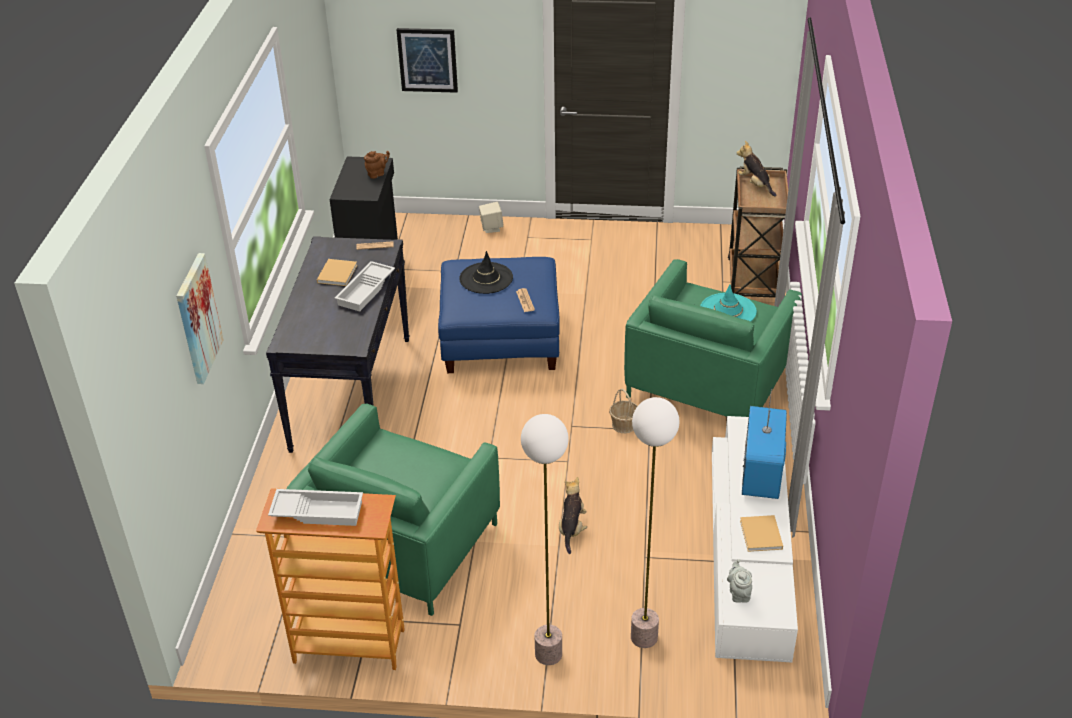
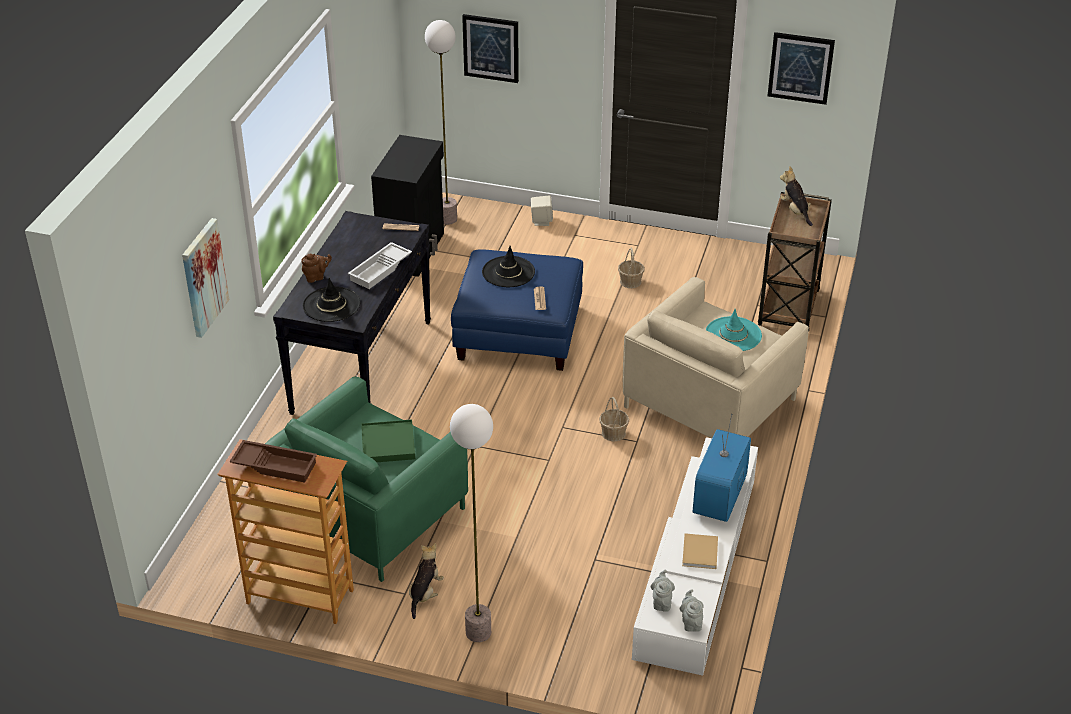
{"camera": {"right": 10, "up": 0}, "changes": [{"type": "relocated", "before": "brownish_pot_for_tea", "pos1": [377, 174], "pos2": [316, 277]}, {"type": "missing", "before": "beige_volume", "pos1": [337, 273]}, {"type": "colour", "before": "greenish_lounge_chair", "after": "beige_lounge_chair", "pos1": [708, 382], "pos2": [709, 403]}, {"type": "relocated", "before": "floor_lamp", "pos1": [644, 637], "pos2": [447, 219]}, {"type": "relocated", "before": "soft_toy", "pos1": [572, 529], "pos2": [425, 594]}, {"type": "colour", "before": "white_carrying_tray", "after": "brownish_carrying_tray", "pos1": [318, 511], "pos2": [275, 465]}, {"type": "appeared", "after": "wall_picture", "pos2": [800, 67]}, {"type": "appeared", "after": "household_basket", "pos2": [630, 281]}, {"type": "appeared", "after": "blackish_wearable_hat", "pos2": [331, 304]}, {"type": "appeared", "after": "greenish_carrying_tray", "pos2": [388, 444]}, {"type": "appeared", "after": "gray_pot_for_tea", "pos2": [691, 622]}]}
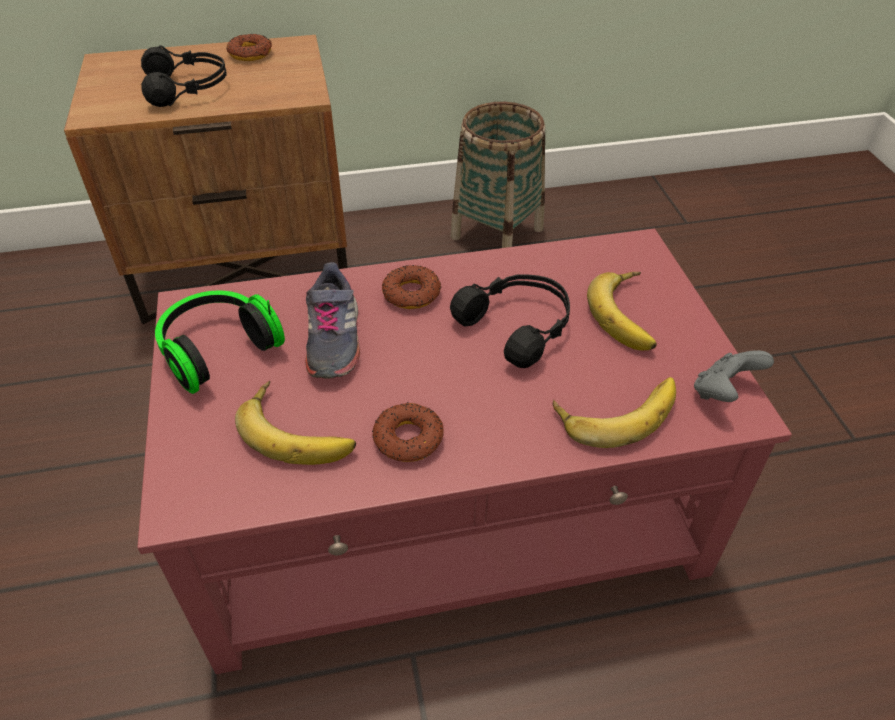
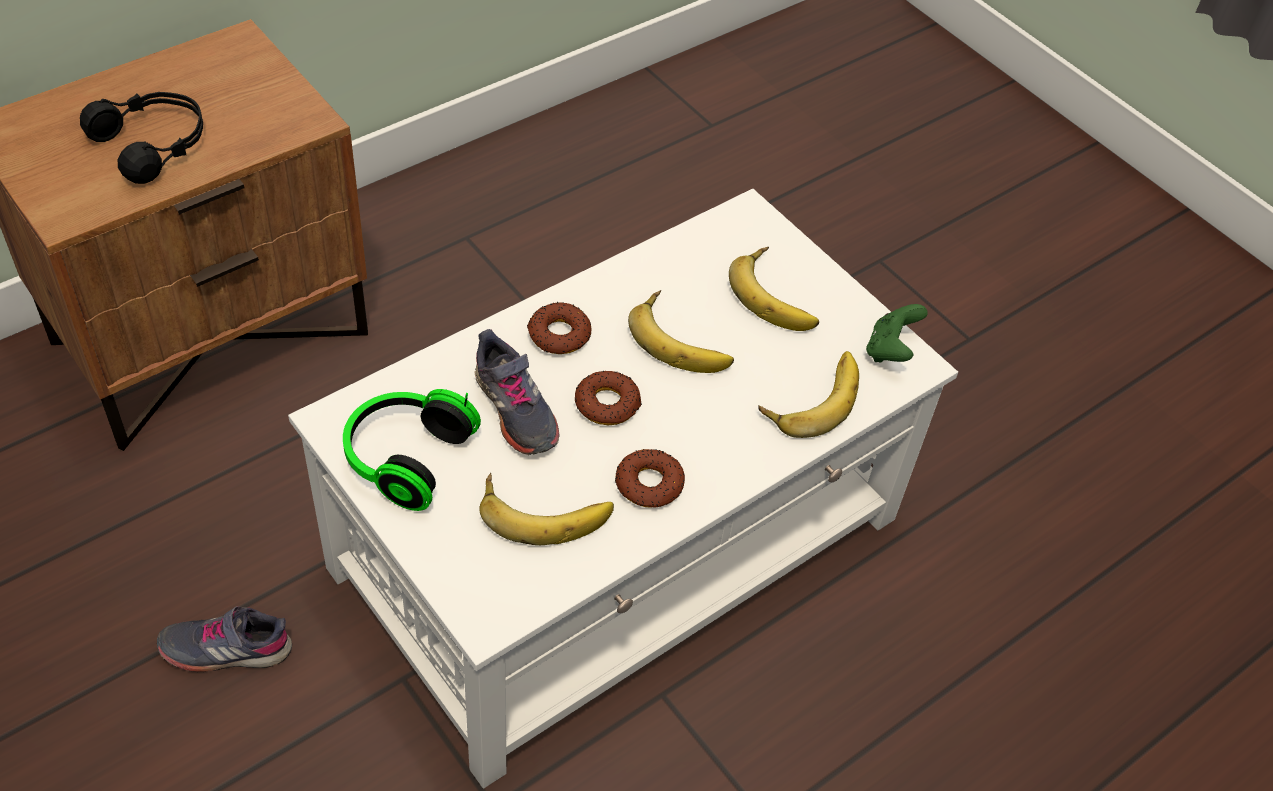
{"camera": {"right": -30, "up": 5}, "changes": [{"type": "relocated", "before": "ring_doughnut", "pos1": [250, 53], "pos2": [607, 403]}, {"type": "missing", "before": "household_basket", "pos1": [497, 233]}, {"type": "colour", "before": "reddish_lounge_table", "after": "white_lounge_table", "pos1": [449, 507], "pos2": [621, 543]}, {"type": "exchanged", "before": "blackish_pair_of_headphones", "after": "banana_fruit", "pos1": [518, 326], "pos2": [682, 339]}, {"type": "colour", "before": "gray_game_controller", "after": "greenish_game_controller", "pos1": [723, 392], "pos2": [890, 350]}, {"type": "appeared", "after": "gray_low_shoe", "pos2": [226, 648]}]}
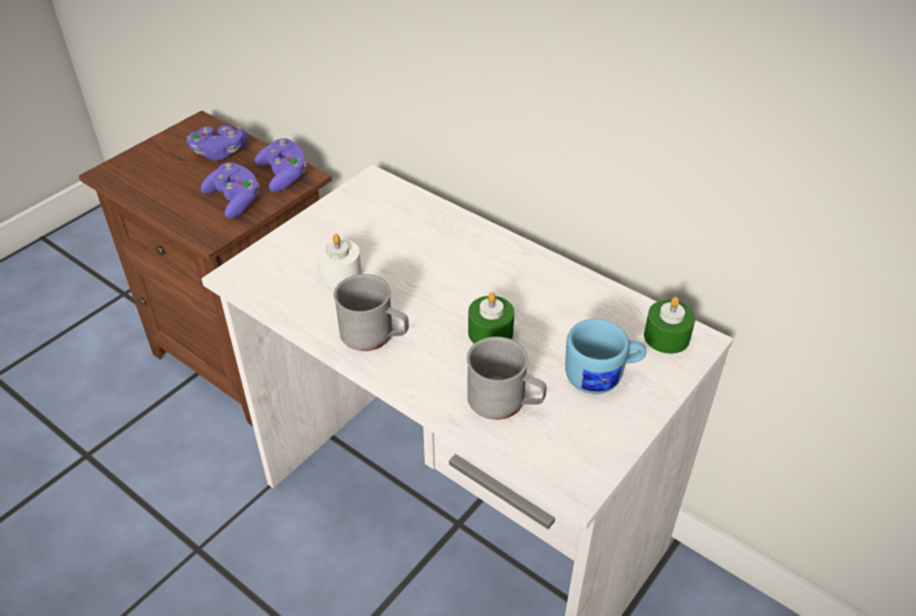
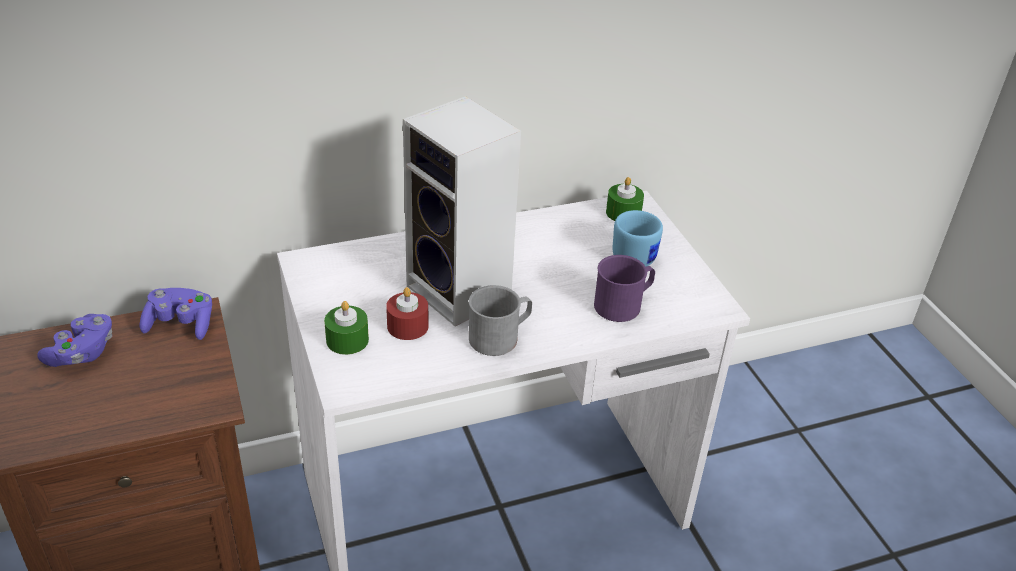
{"camera": {"right": -60, "up": -5}, "changes": [{"type": "missing", "before": "purple_game_controller", "pos1": [235, 200]}, {"type": "colour", "before": "white_candle", "after": "reddish_candle", "pos1": [340, 273], "pos2": [407, 326]}, {"type": "relocated", "before": "greenish_candle", "pos1": [490, 332], "pos2": [347, 340]}, {"type": "colour", "before": "gray_mug", "after": "purple_mug", "pos1": [505, 401], "pos2": [623, 304]}, {"type": "appeared", "after": "loudspeaker", "pos2": [463, 293]}]}
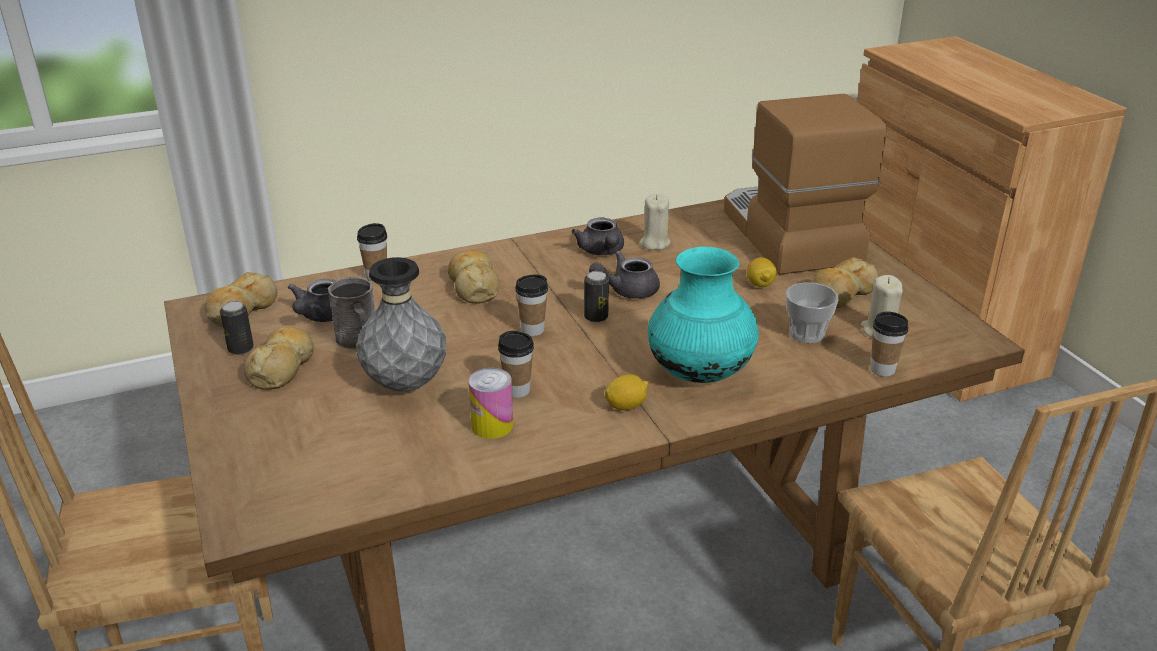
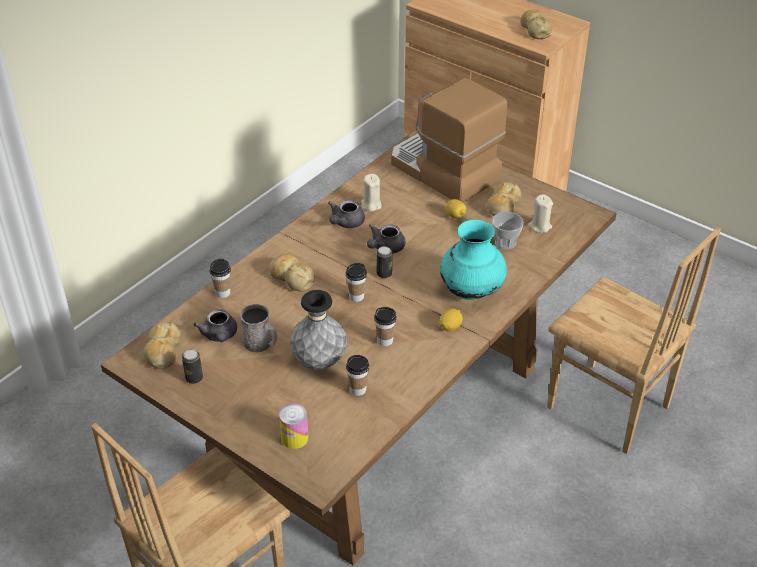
{"camera": {"right": -30, "up": 10}, "changes": [{"type": "spun", "before": "gray_pot_for_tea", "pos1": [602, 252], "pos2": [345, 223], "turn": 75}, {"type": "relocated", "before": "drinking_cup", "pos1": [882, 369], "pos2": [358, 389]}, {"type": "relocated", "before": "baked_bread", "pos1": [282, 367], "pos2": [535, 29]}, {"type": "relocated", "before": "can", "pos1": [492, 425], "pos2": [294, 438]}]}
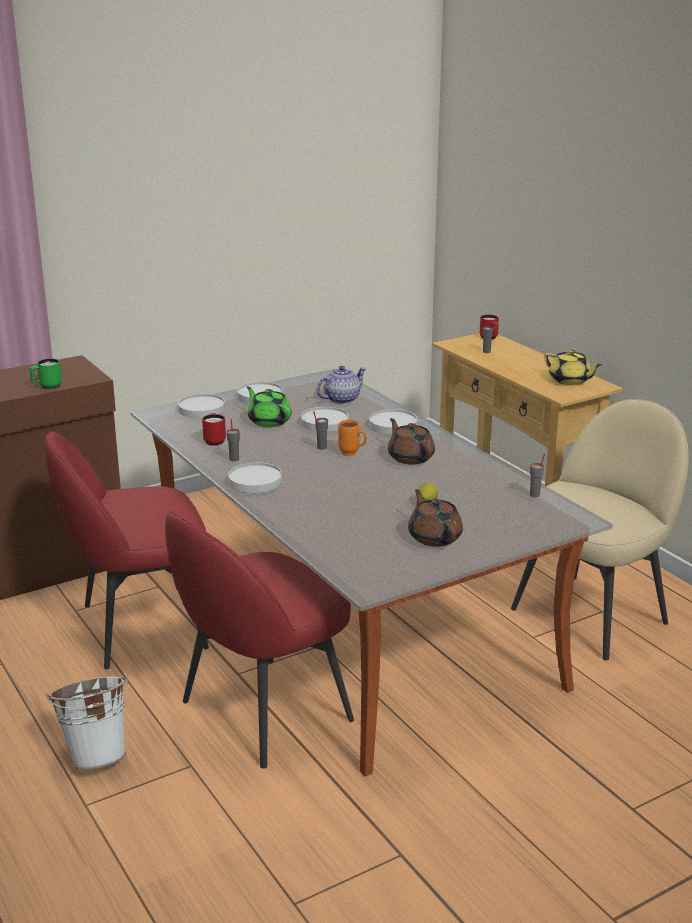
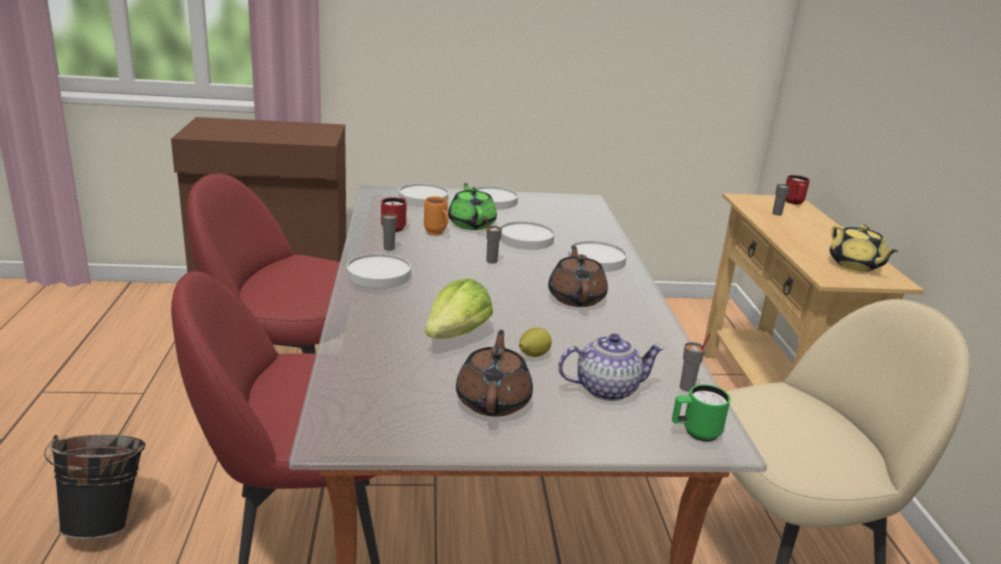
{"camera": {"right": 25, "up": 0}, "changes": [{"type": "relocated", "before": "greenish_mug", "pos1": [47, 387], "pos2": [695, 433]}, {"type": "relocated", "before": "pot_for_tea", "pos1": [341, 399], "pos2": [605, 389]}, {"type": "relocated", "before": "orange-coloured_mug", "pos1": [352, 453], "pos2": [437, 234]}, {"type": "colour", "before": "white_bucket", "after": "blackish_bucket", "pos1": [96, 755], "pos2": [107, 521]}, {"type": "appeared", "after": "head_of_lettuce", "pos2": [457, 335]}]}
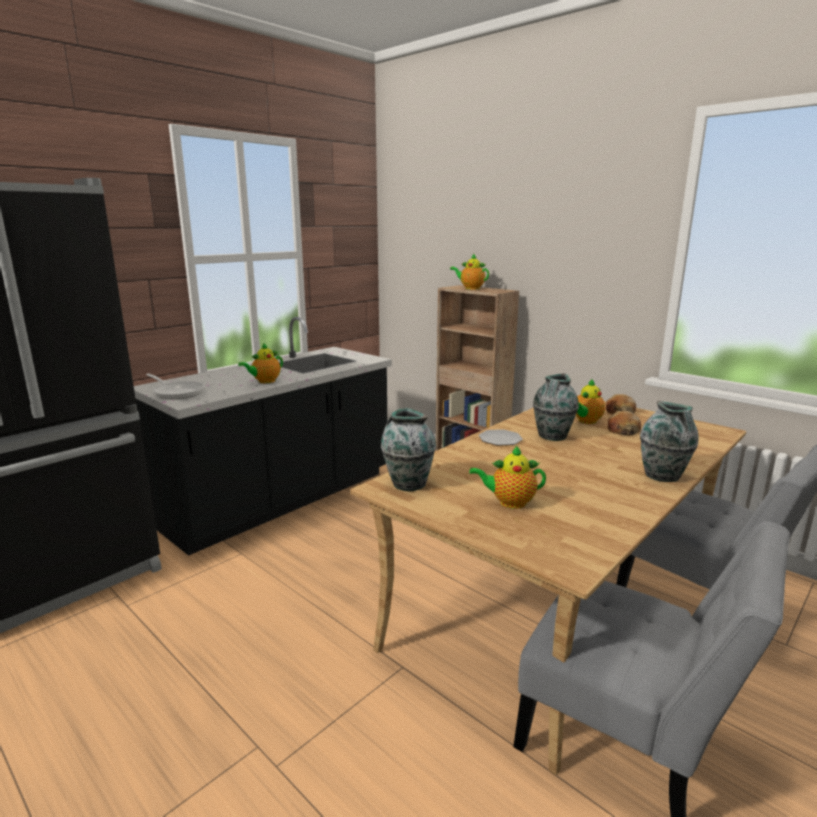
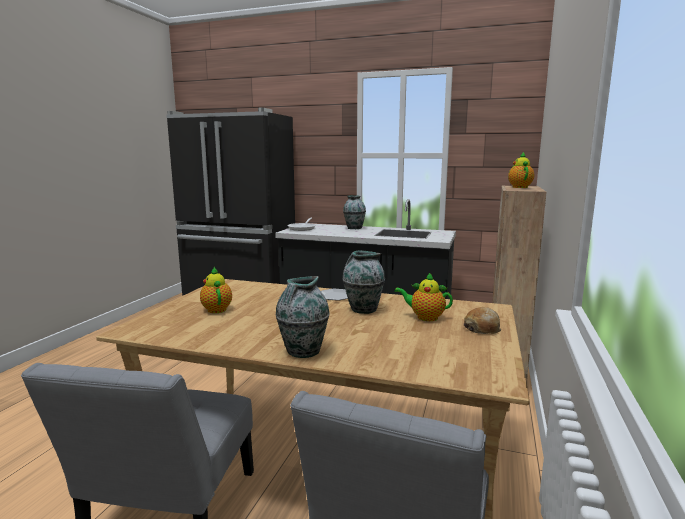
{"camera": {"right": 65, "up": -5}, "changes": [{"type": "missing", "before": "pot_for_tea", "pos1": [265, 381]}, {"type": "relocated", "before": "decorative_vase", "pos1": [408, 484], "pos2": [354, 228]}, {"type": "missing", "before": "baked_bread", "pos1": [622, 430]}]}
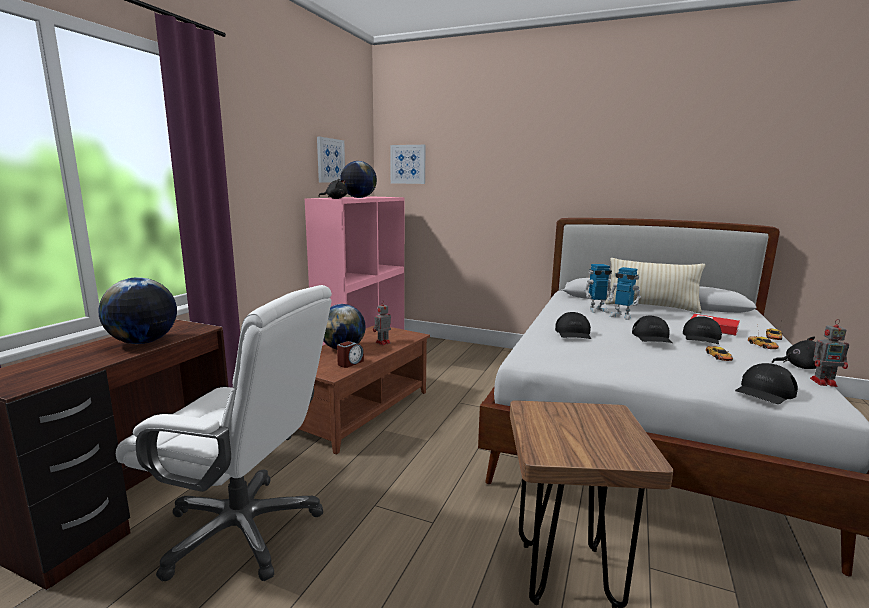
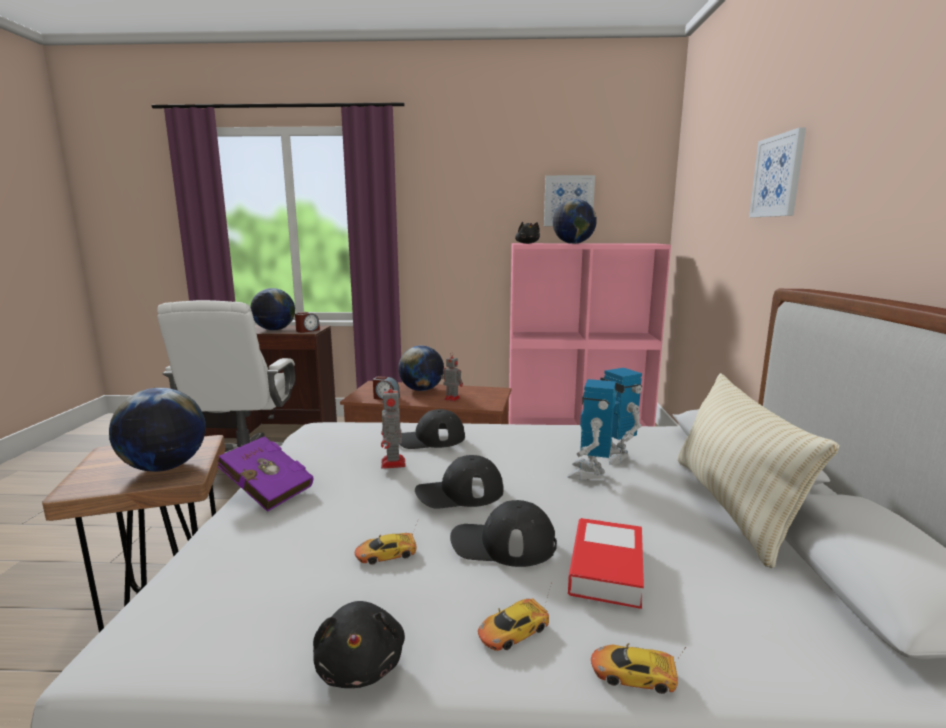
{"camera": {"right": 70, "up": 0}, "changes": [{"type": "relocated", "before": "wall_picture", "pos1": [408, 164], "pos2": [778, 176]}, {"type": "relocated", "before": "robot_figure", "pos1": [824, 382], "pos2": [393, 464]}, {"type": "missing", "before": "blackish_peaked_cap", "pos1": [764, 392]}, {"type": "appeared", "after": "bedside_clock", "pos2": [307, 330]}, {"type": "appeared", "after": "world_globe", "pos2": [164, 467]}, {"type": "appeared", "after": "purple_volume", "pos2": [266, 490]}]}
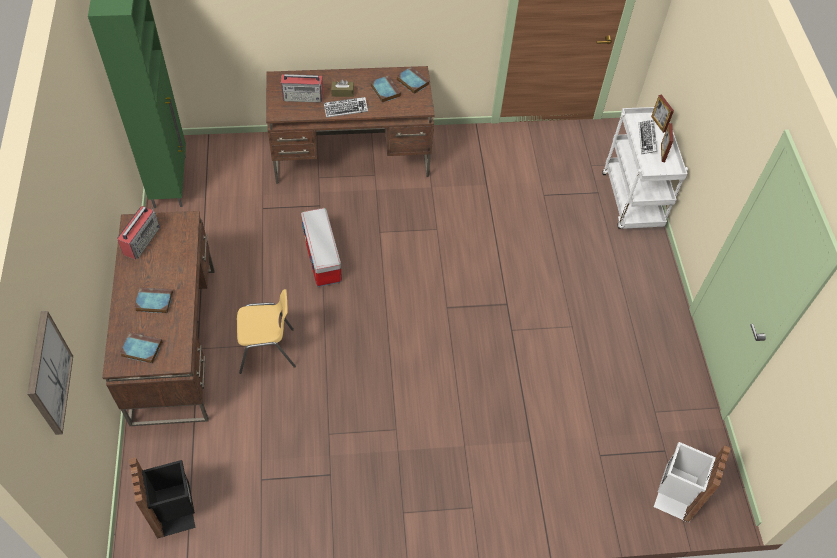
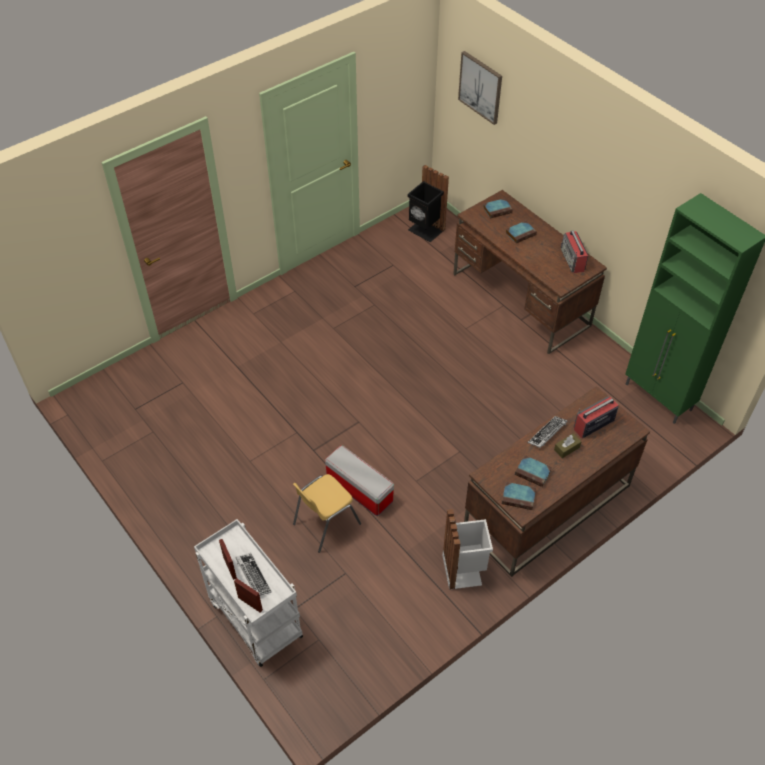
{"camera": {"right": 150, "up": -5}, "changes": [{"type": "relocated", "before": "storage_container", "pos1": [322, 257], "pos2": [358, 489]}, {"type": "relocated", "before": "yellow-coloured_chair", "pos1": [267, 350], "pos2": [325, 523]}, {"type": "relocated", "before": "white_waste_bin", "pos1": [674, 495], "pos2": [464, 569]}]}
